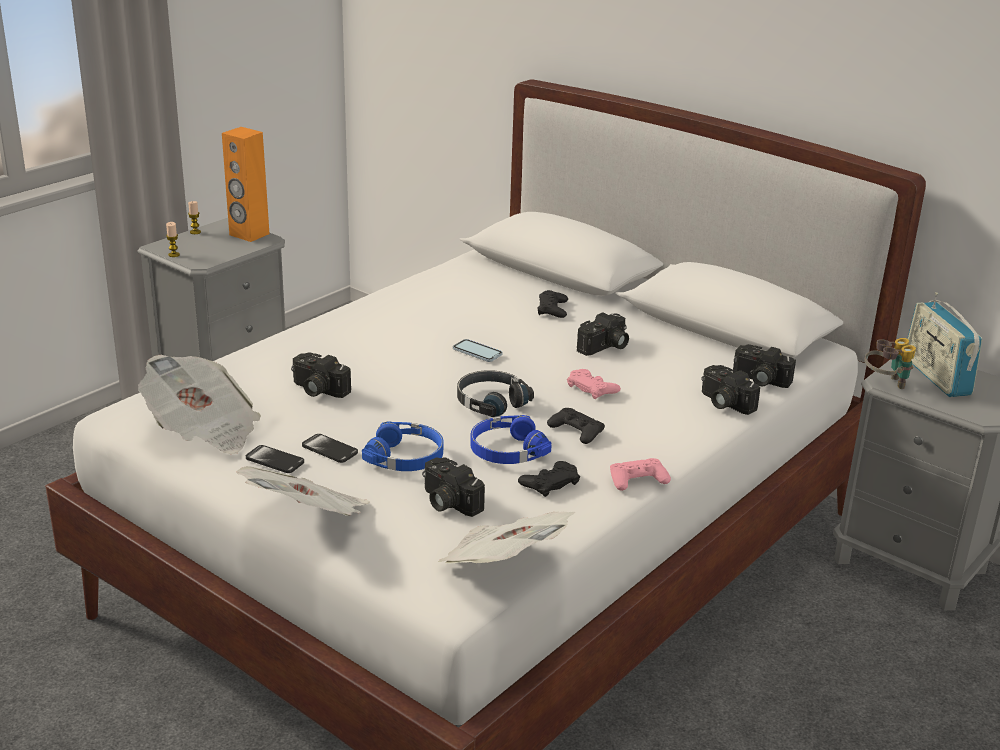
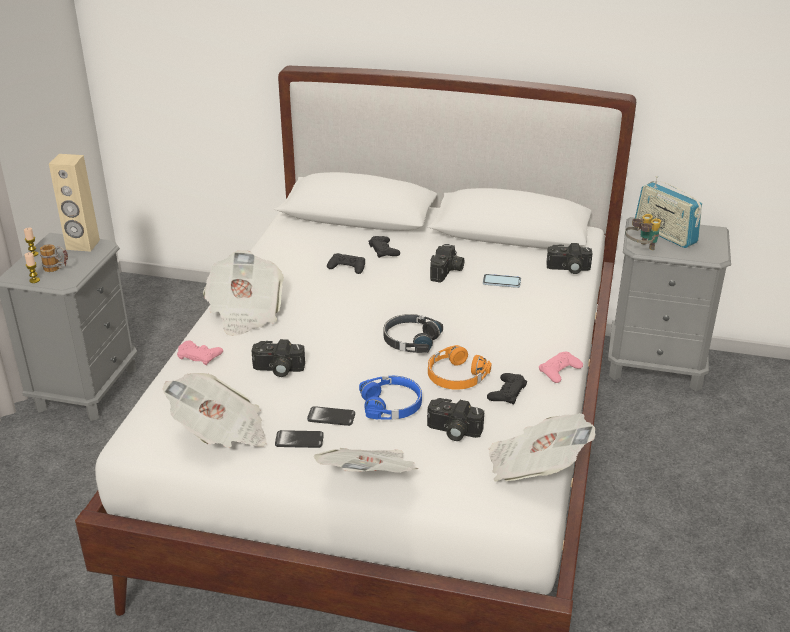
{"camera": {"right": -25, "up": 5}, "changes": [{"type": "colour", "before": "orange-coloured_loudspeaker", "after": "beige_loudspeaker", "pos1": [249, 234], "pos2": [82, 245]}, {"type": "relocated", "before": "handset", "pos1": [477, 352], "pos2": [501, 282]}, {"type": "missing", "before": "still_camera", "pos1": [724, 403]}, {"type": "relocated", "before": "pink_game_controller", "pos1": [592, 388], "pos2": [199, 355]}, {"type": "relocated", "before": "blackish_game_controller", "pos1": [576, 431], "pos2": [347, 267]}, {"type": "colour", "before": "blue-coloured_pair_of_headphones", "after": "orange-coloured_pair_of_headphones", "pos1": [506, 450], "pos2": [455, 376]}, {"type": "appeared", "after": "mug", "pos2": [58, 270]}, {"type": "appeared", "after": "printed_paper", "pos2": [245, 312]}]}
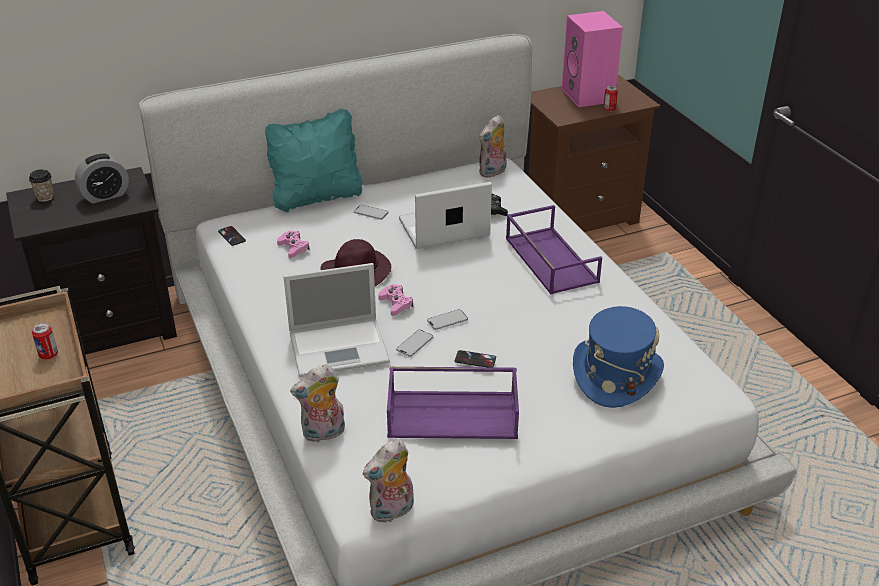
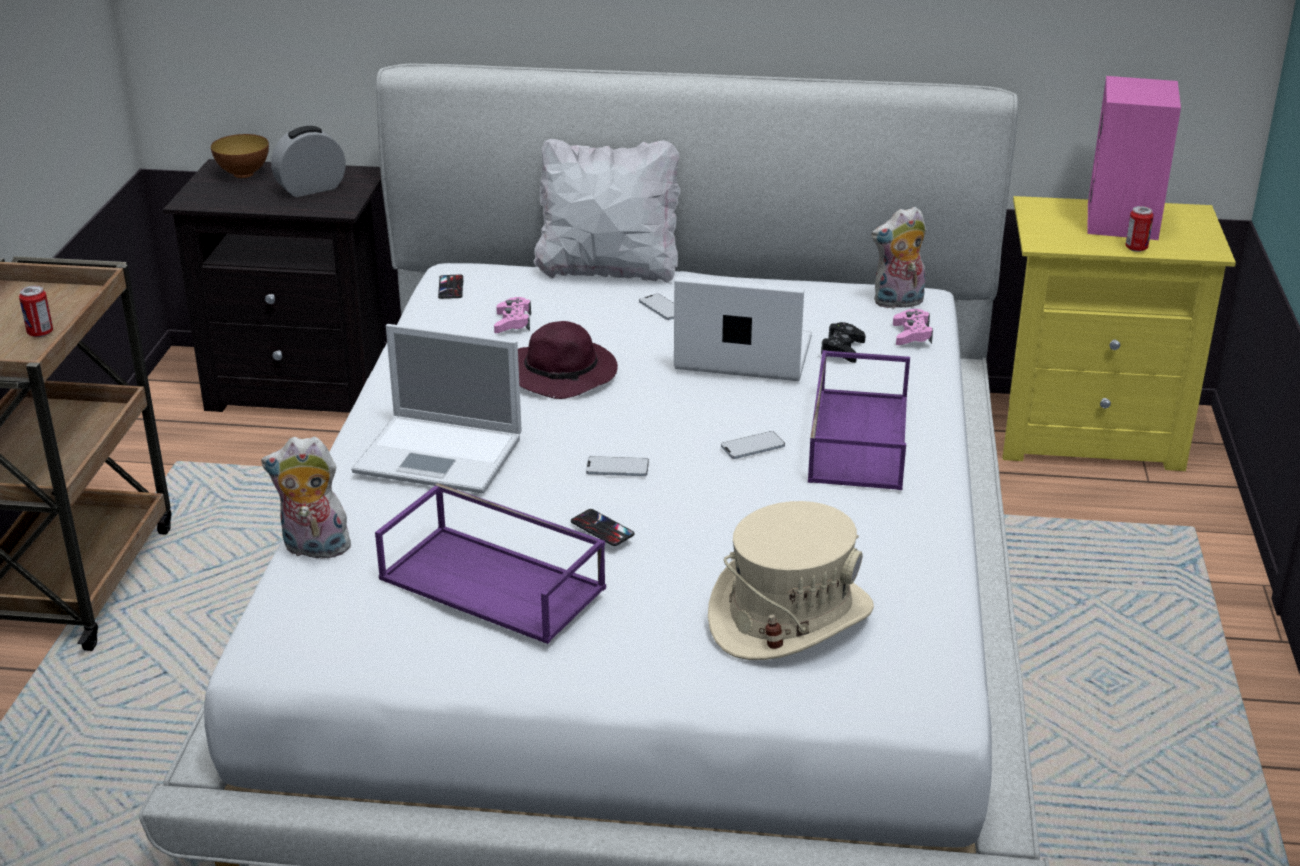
{"camera": {"right": 30, "up": -5}, "changes": [{"type": "colour", "before": "brownish_nightstand", "after": "yellow-coloured_nightstand", "pos1": [579, 216], "pos2": [1089, 434]}, {"type": "colour", "before": "blue-green_pillow", "after": "white_pillow", "pos1": [316, 197], "pos2": [609, 270]}, {"type": "spun", "before": "bedside_clock", "pos1": [105, 195], "pos2": [311, 189], "turn": 150}, {"type": "exchanged", "before": "drinking_cup", "after": "bowl", "pos1": [45, 197], "pos2": [243, 174]}, {"type": "relocated", "before": "pink_game_controller", "pos1": [396, 304], "pos2": [912, 334]}, {"type": "colour", "before": "blue-coloured_wearable_hat", "after": "beige_wearable_hat", "pos1": [616, 374], "pos2": [790, 617]}, {"type": "relocated", "before": "handset", "pos1": [414, 344], "pos2": [752, 446]}, {"type": "missing", "before": "soft_toy", "pos1": [392, 511]}]}
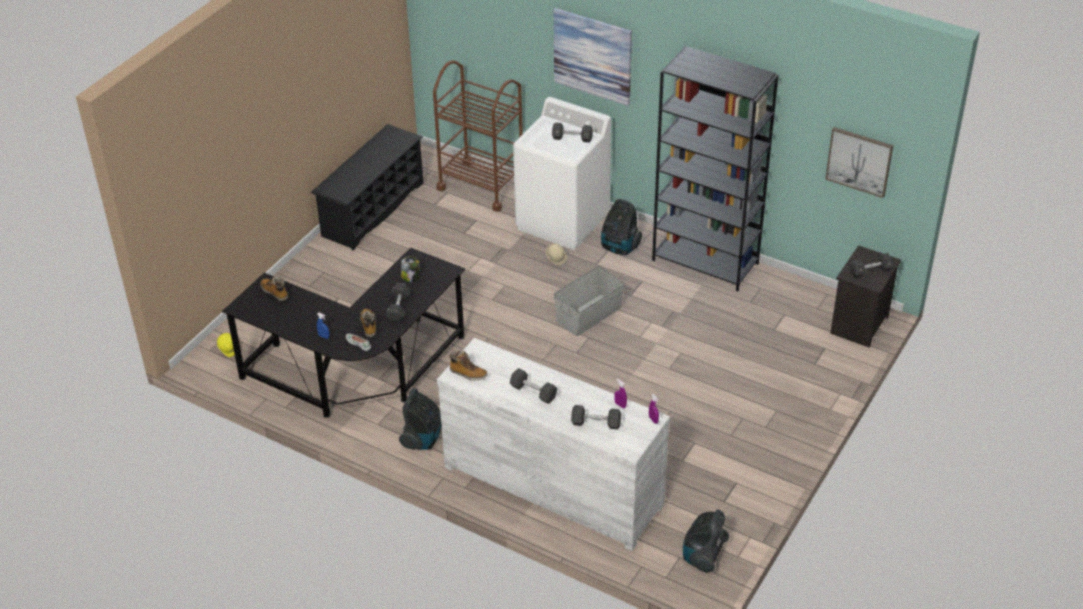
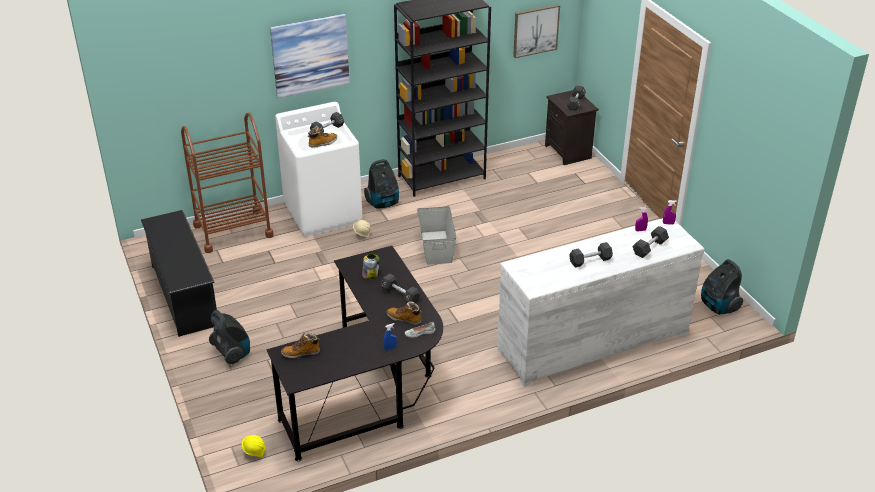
{"camera": {"right": -55, "up": -5}, "changes": [{"type": "relocated", "before": "tall_boot", "pos1": [468, 374], "pos2": [323, 143]}, {"type": "relocated", "before": "vacuum", "pos1": [423, 439], "pos2": [232, 353]}]}
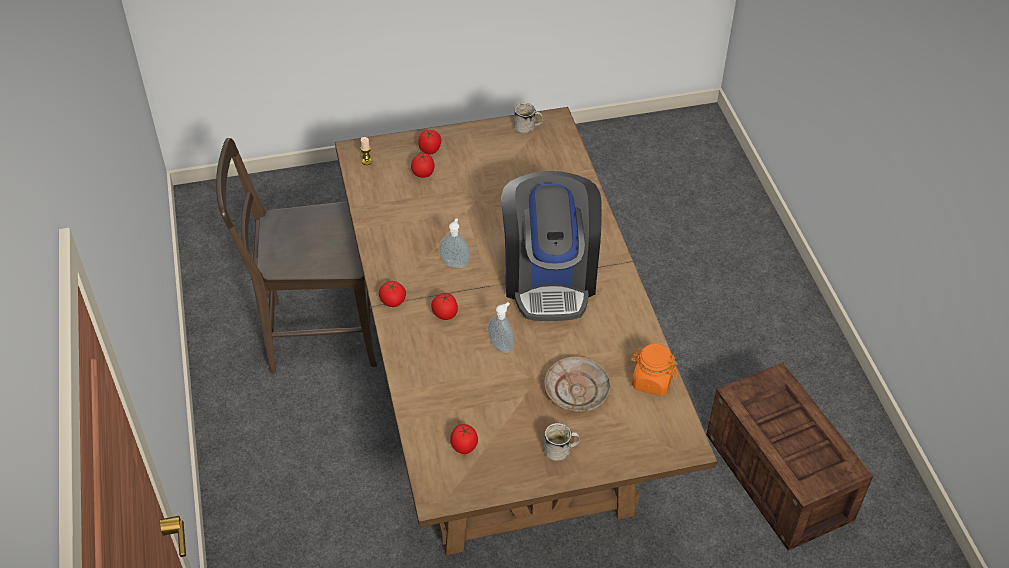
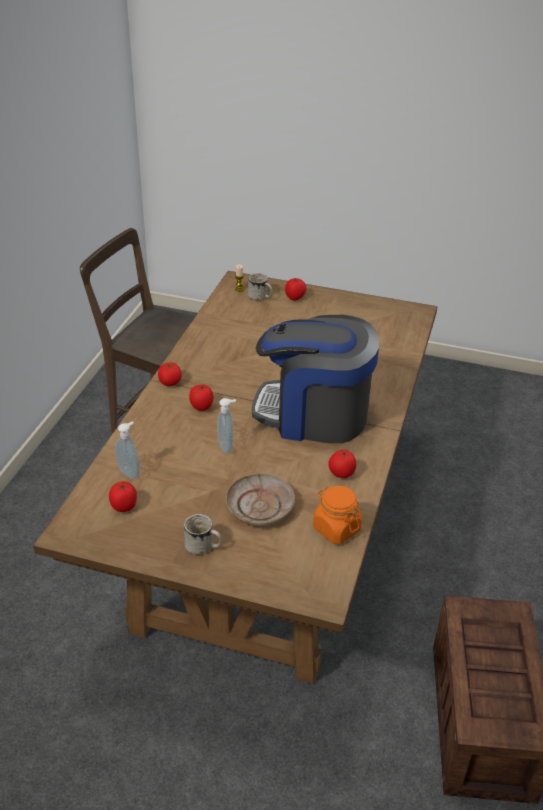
{"camera": {"right": 30, "up": -10}, "changes": [{"type": "relocated", "before": "white_mug", "pos1": [528, 128], "pos2": [260, 297]}, {"type": "relocated", "before": "fresh_tomato", "pos1": [423, 174], "pos2": [341, 474]}, {"type": "spun", "before": "coffee_machine", "pos1": [549, 278], "pos2": [313, 414], "turn": 75}, {"type": "relocated", "before": "soap_dispenser", "pos1": [455, 263], "pos2": [130, 472]}]}
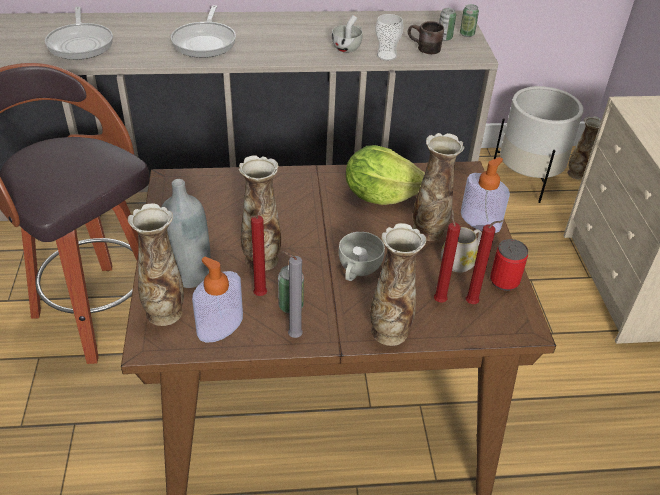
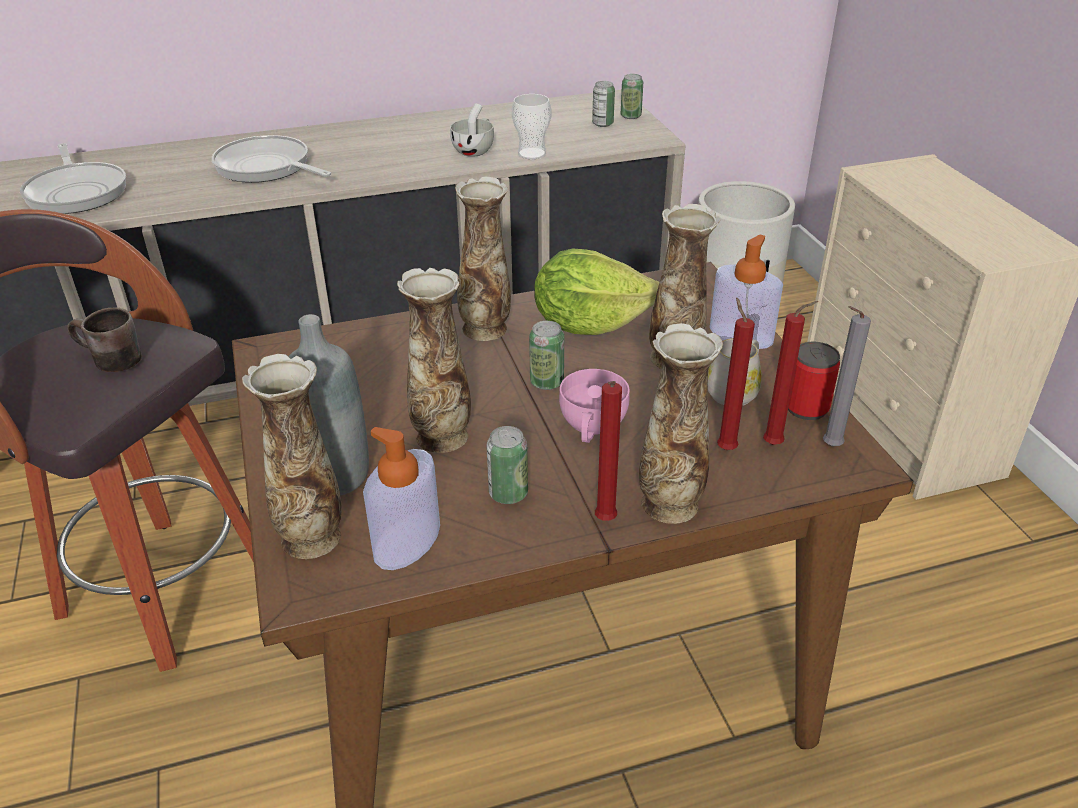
{"camera": {"right": -10, "up": -5}, "changes": [{"type": "spun", "before": "skillet", "pos1": [205, 42], "pos2": [267, 167], "turn": 135}, {"type": "relocated", "before": "brownish_mug", "pos1": [423, 49], "pos2": [108, 362]}, {"type": "relocated", "before": "decorative_vase", "pos1": [577, 174], "pos2": [486, 328]}, {"type": "relocated", "before": "reddish_candle", "pos1": [259, 296], "pos2": [604, 522]}, {"type": "colour", "before": "white_drinking_cup", "after": "pink_drinking_cup", "pos1": [357, 270], "pos2": [591, 428]}, {"type": "relocated", "before": "gray_candle", "pos1": [292, 336], "pos2": [828, 447]}, {"type": "appeared", "after": "can", "pos2": [546, 382]}]}
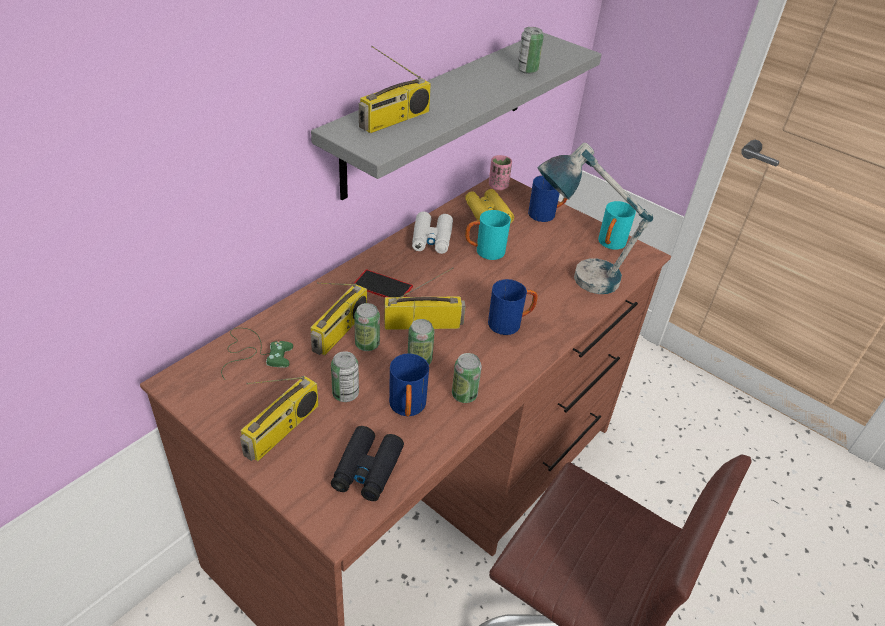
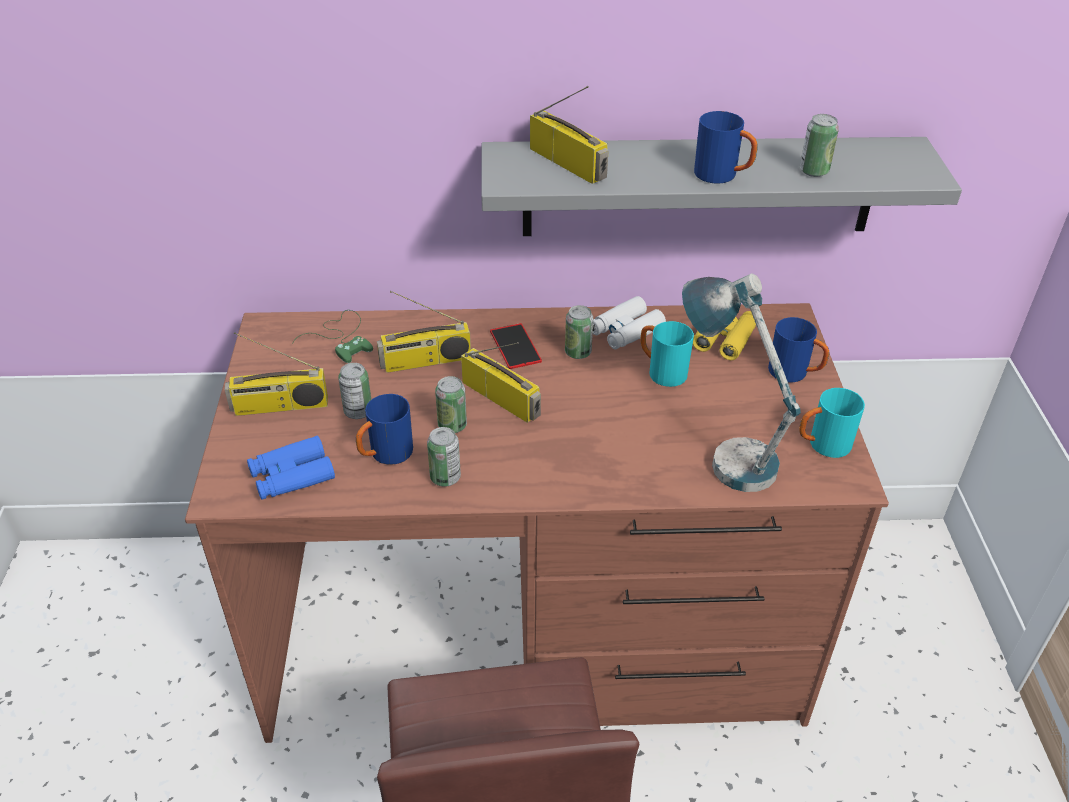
{"camera": {"right": 50, "up": 0}, "changes": [{"type": "spun", "before": "radio_receiver", "pos1": [394, 120], "pos2": [569, 163], "turn": -135}, {"type": "missing", "before": "pink_drinking_cup", "pos1": [498, 186]}, {"type": "relocated", "before": "blue-coloured_mug", "pos1": [510, 323], "pos2": [723, 176]}, {"type": "relocated", "before": "can", "pos1": [367, 344], "pos2": [578, 352]}, {"type": "colour", "before": "blackish_field_glasses", "after": "blue-coloured_field_glasses", "pos1": [367, 470], "pos2": [292, 476]}]}
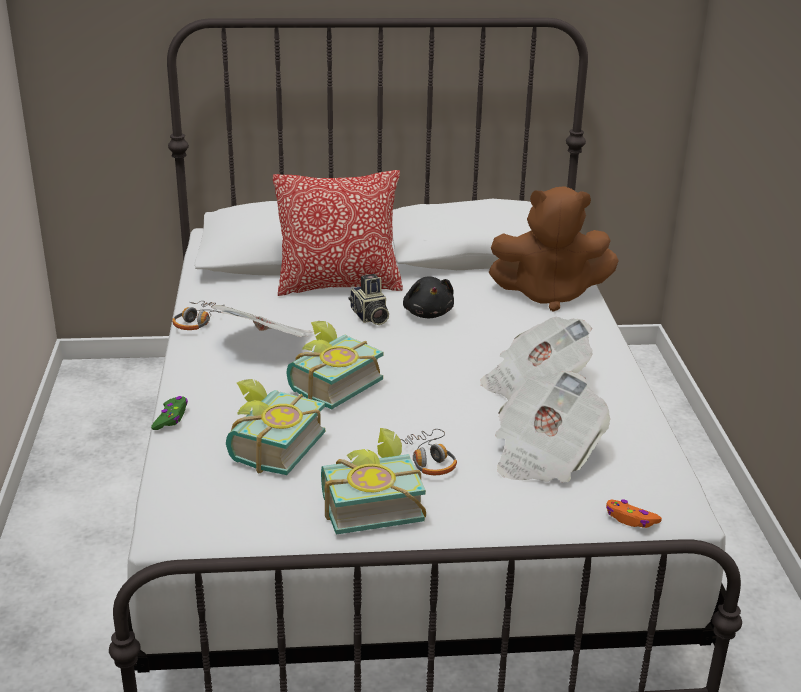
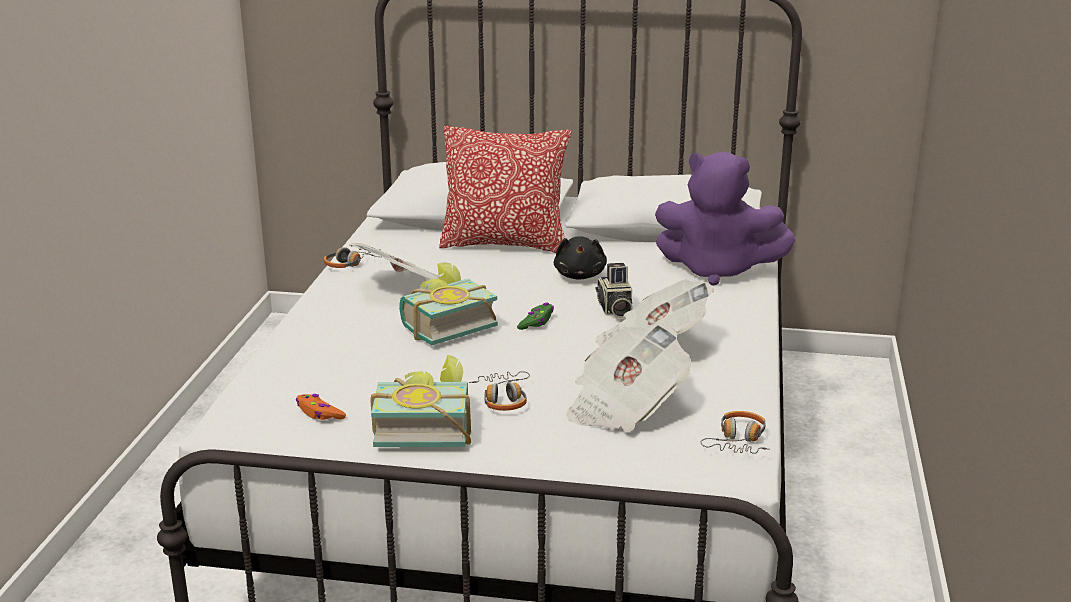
{"camera": {"right": 15, "up": -5}, "changes": [{"type": "colour", "before": "brownish_soft_toy", "after": "purple_soft_toy", "pos1": [549, 294], "pos2": [717, 270]}, {"type": "relocated", "before": "still_camera", "pos1": [369, 317], "pos2": [614, 309]}, {"type": "missing", "before": "volume", "pos1": [268, 447]}, {"type": "relocated", "before": "greenish_game_controller", "pos1": [171, 418], "pos2": [536, 322]}, {"type": "relocated", "before": "orange-coloured_game_controller", "pos1": [631, 519], "pos2": [319, 413]}, {"type": "appeared", "after": "pair_of_headphones", "pos2": [738, 441]}]}
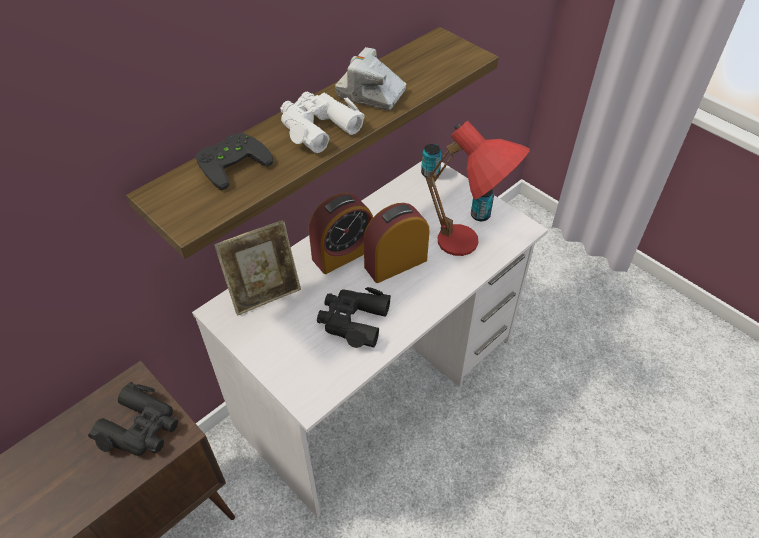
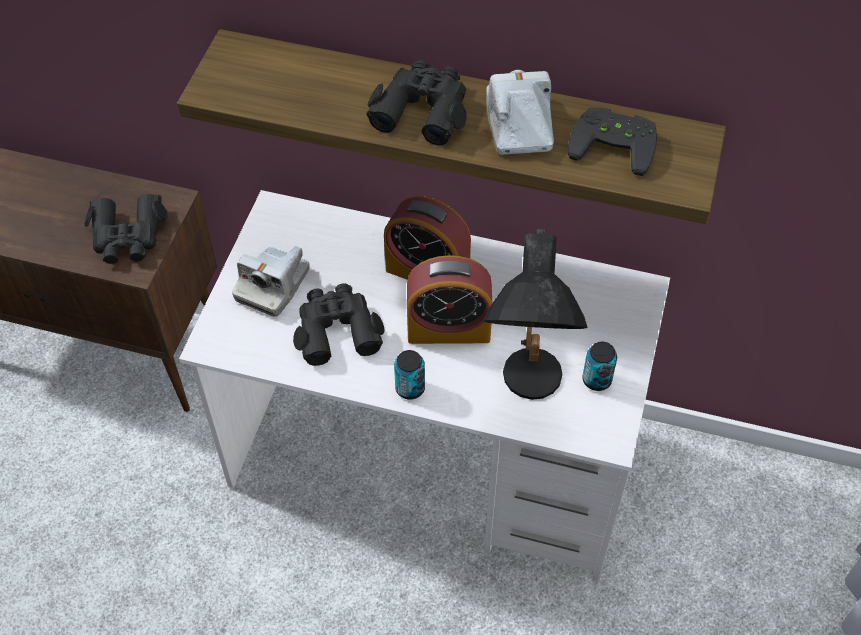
{"camera": {"right": 60, "up": 5}, "changes": [{"type": "colour", "before": "white_field_glasses", "after": "blackish_field_glasses", "pos1": [317, 127], "pos2": [422, 109]}, {"type": "colour", "before": "reddish_tabletop_lamp", "after": "blackish_tabletop_lamp", "pos1": [469, 249], "pos2": [527, 393]}, {"type": "relocated", "before": "blackish_game_controller", "pos1": [231, 162], "pos2": [615, 142]}, {"type": "relocated", "before": "can", "pos1": [430, 173], "pos2": [410, 388]}, {"type": "spun", "before": "bedside_clock", "pos1": [395, 263], "pos2": [448, 328], "turn": 150}, {"type": "missing", "before": "photo_frame", "pos1": [265, 293]}, {"type": "appeared", "after": "still_camera", "pos2": [273, 285]}]}
